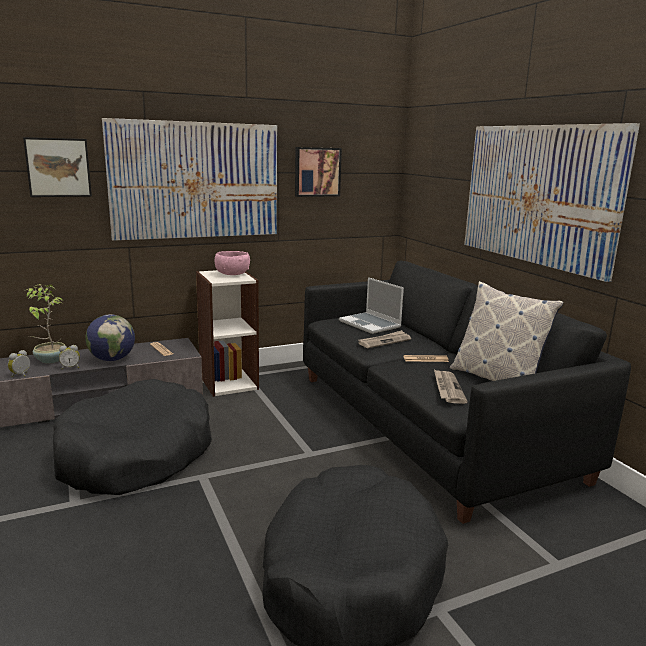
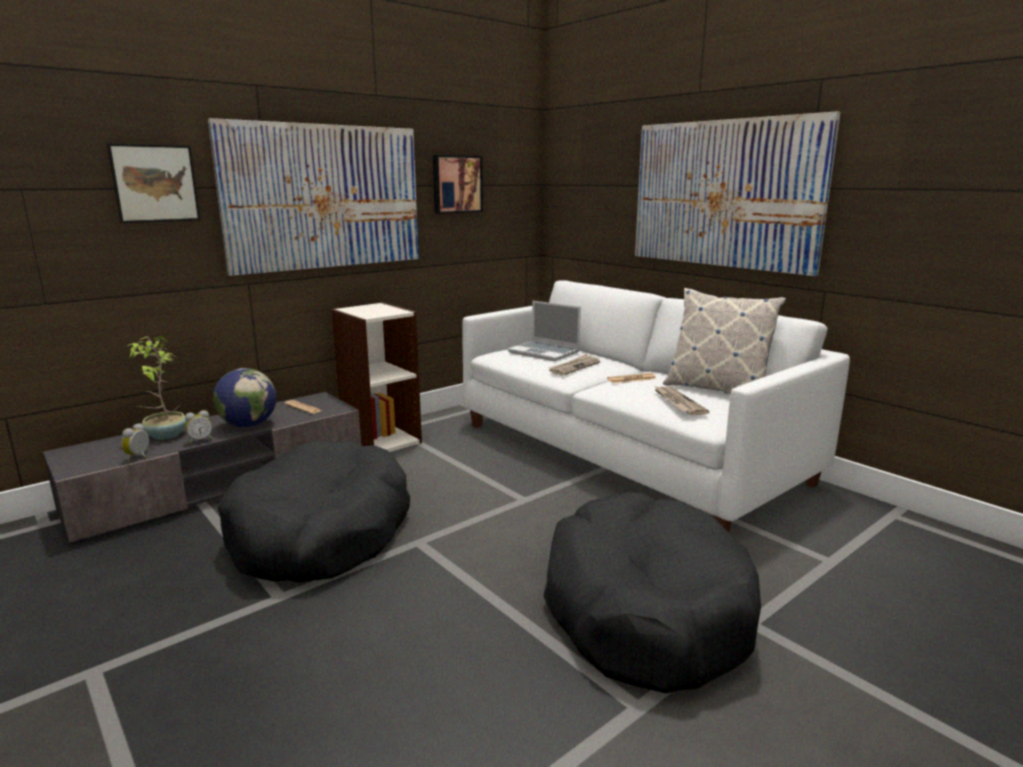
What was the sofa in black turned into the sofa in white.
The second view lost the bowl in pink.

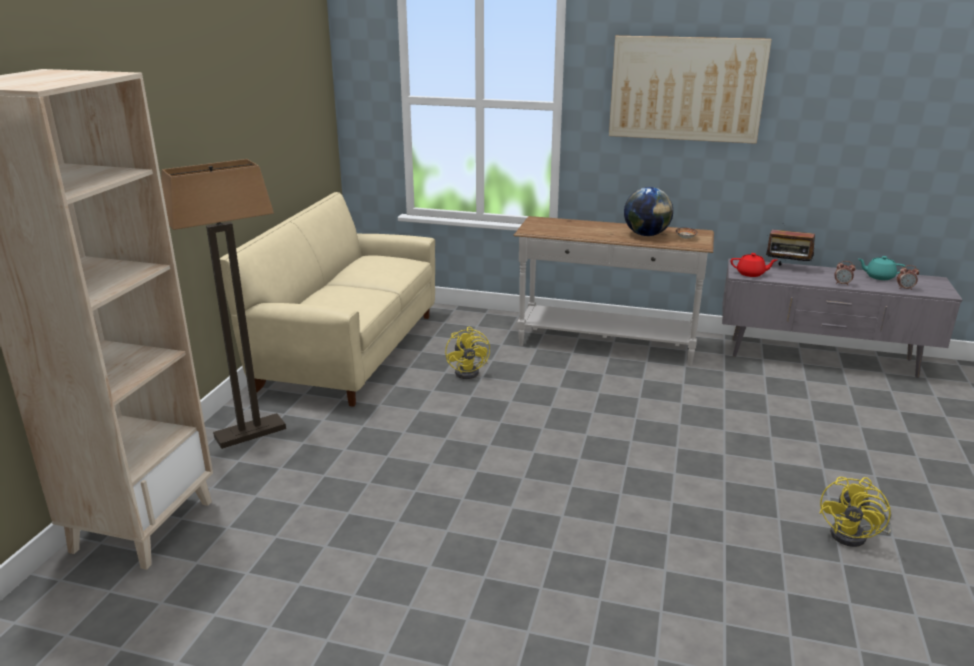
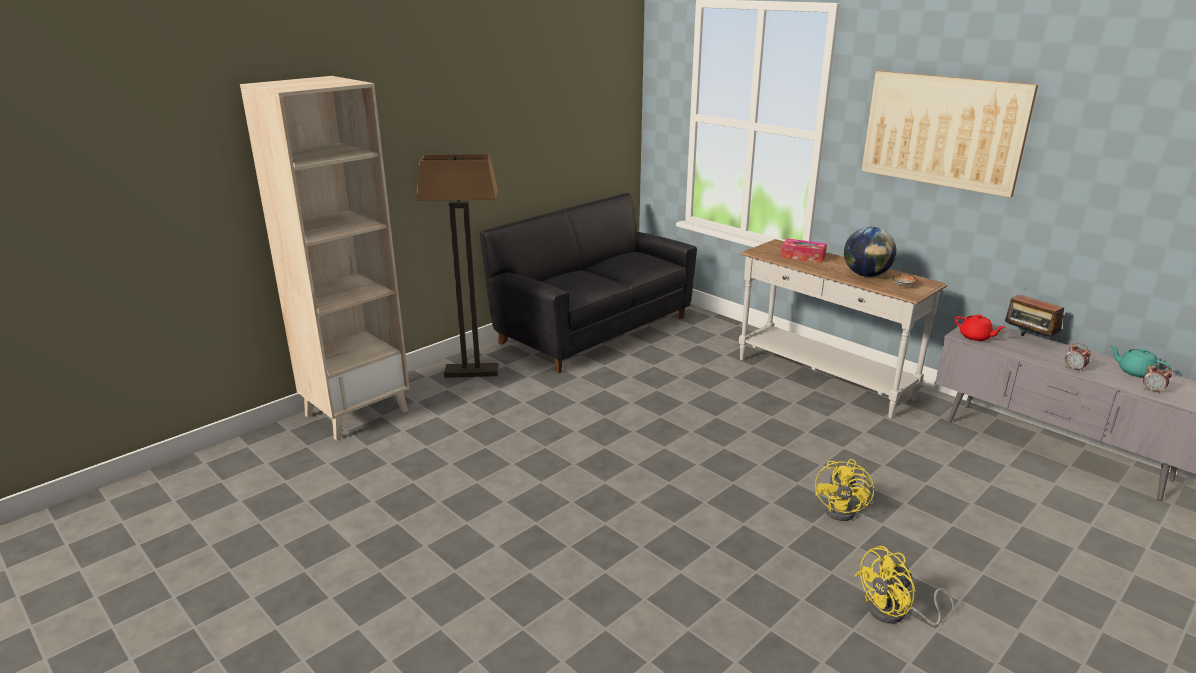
What was the sofa in beige turned into the sofa in black.
The second view gained the tissue box.
The fan in yellow (no. 1 from left) ended up elsewhere.

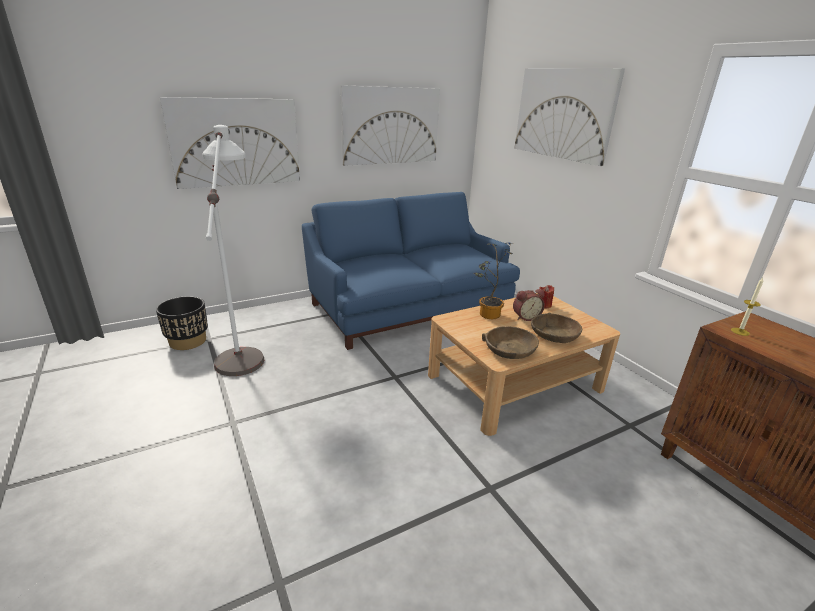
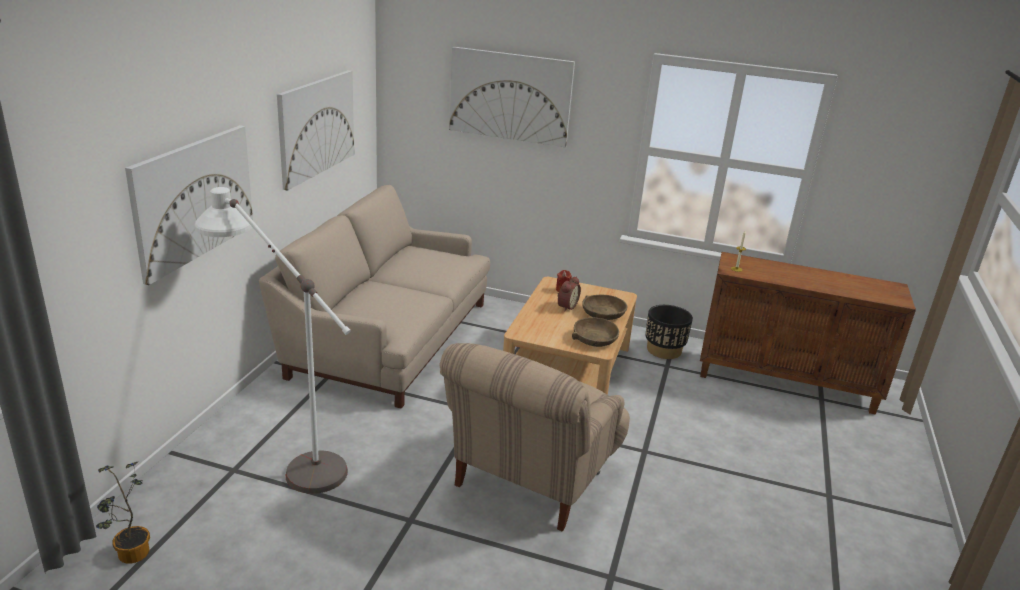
The potted plant ended up elsewhere.
What was the sofa in blue turned into the sofa in beige.
The second view gained the armchair in beige.
The planter in black ended up elsewhere.

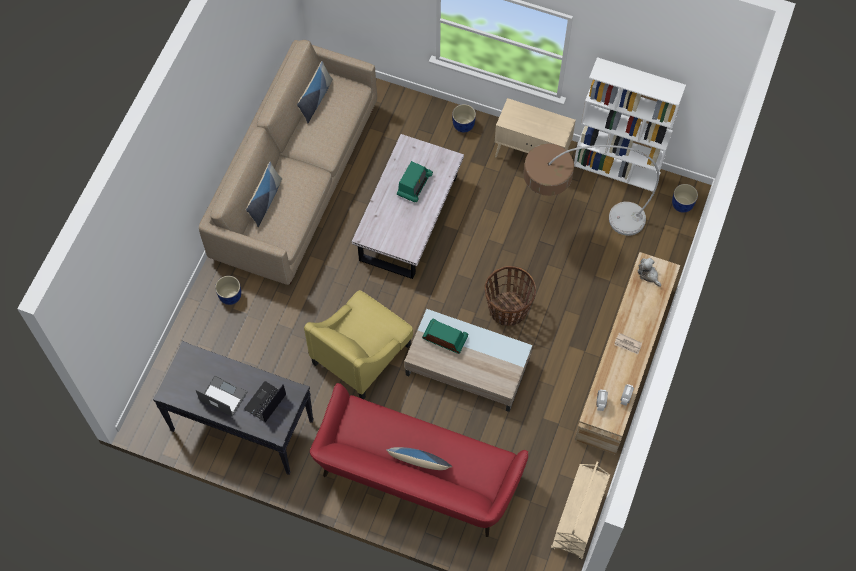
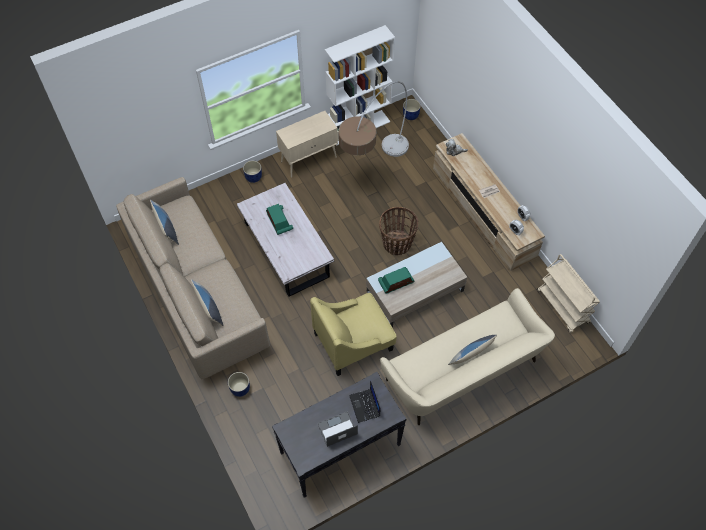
The armchair in yellow ended up facing another way, 75 degrees clockwise from before.
What was the sofa in red turned into the sofa in beige (no. 2 from left).

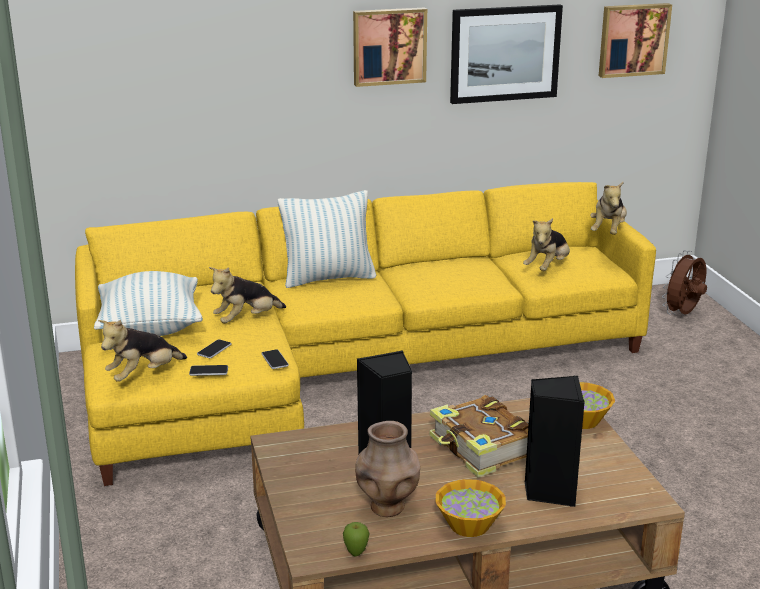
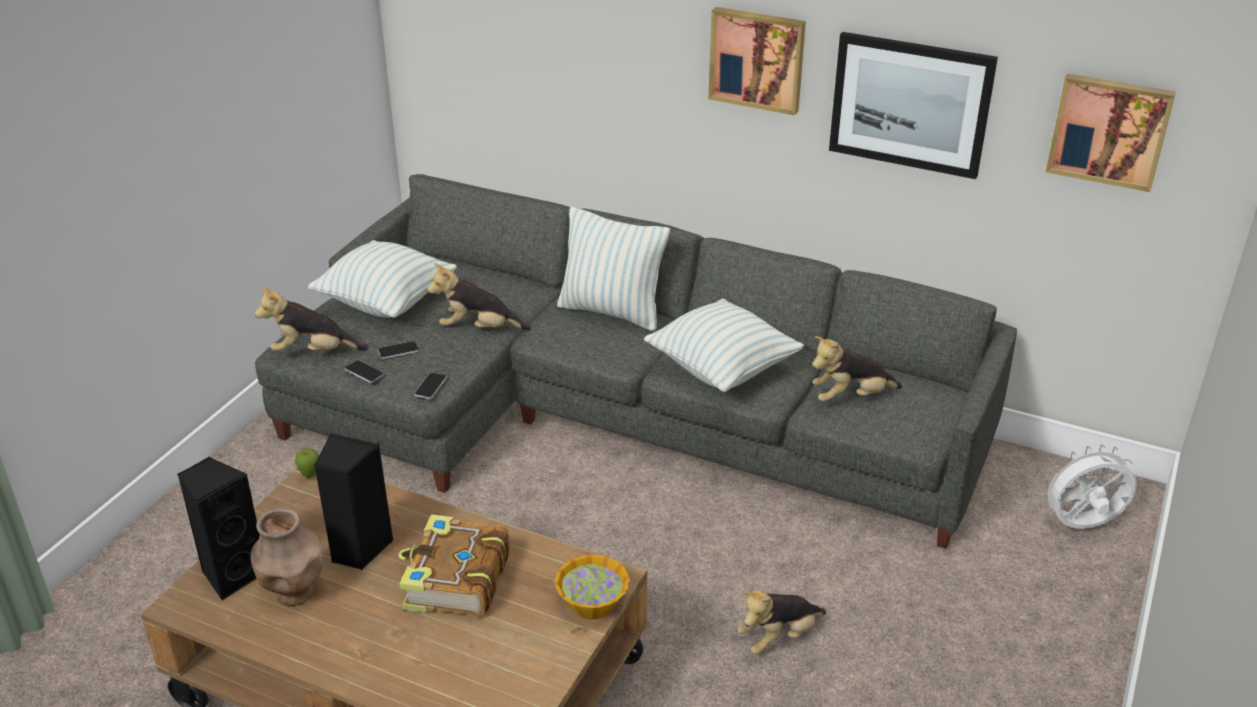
The speaker in black (no. 2 from left in the first image) ended up elsewhere.
What was the sofa in yellow turned into the sofa in grey.
The apple ended up elsewhere.
The second view gained the pillow (no. 3 from left).
The plush toy (no. 4 from left in the first image) ended up elsewhere.
What was the fan in brown turned into the fan in white.
The second view lost the bowl (no. 1 from left).

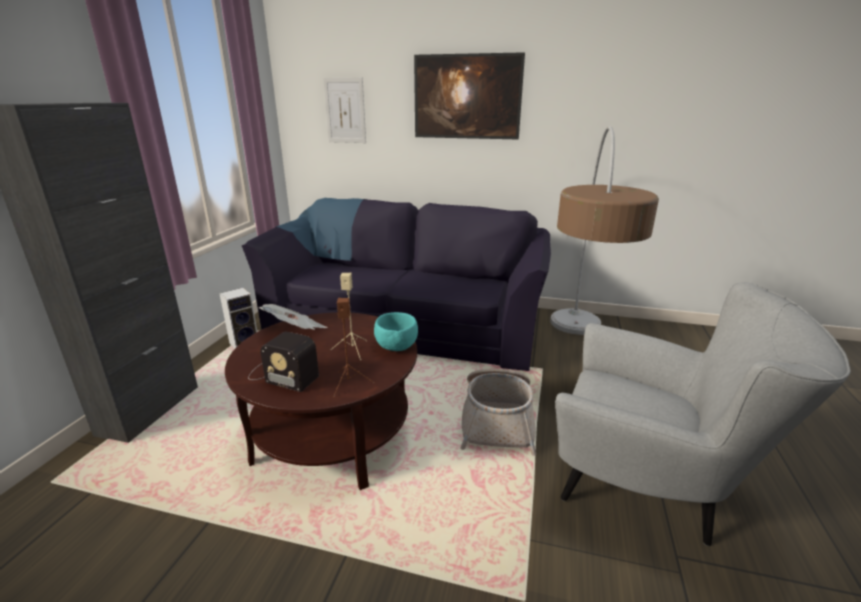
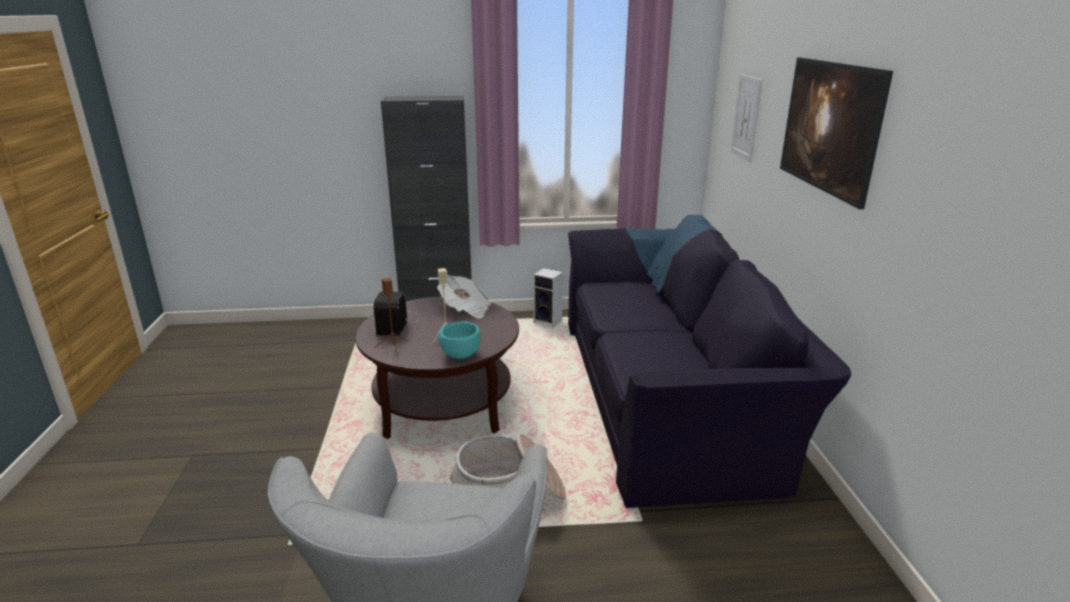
The second view lost the floor lamp.

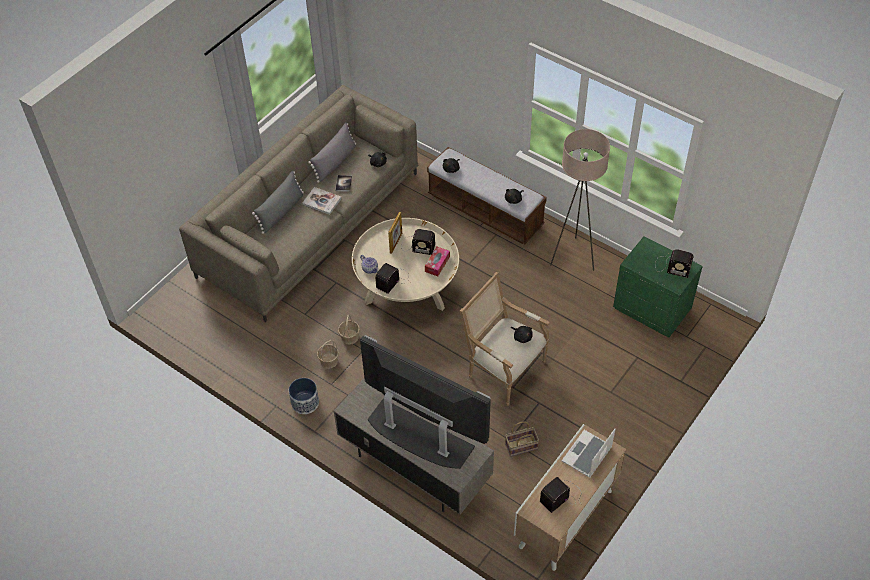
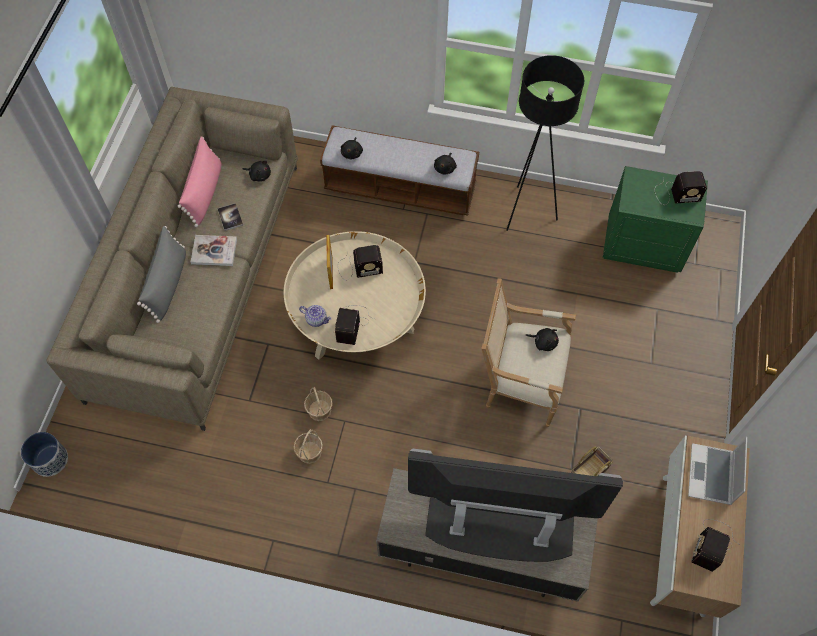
The planter ended up elsewhere.
What was the pillow in grey (no. 2 from left) turned into the pillow in pink.
What was the floor lamp in beige turned into the floor lamp in black.
The second view lost the tissue box.

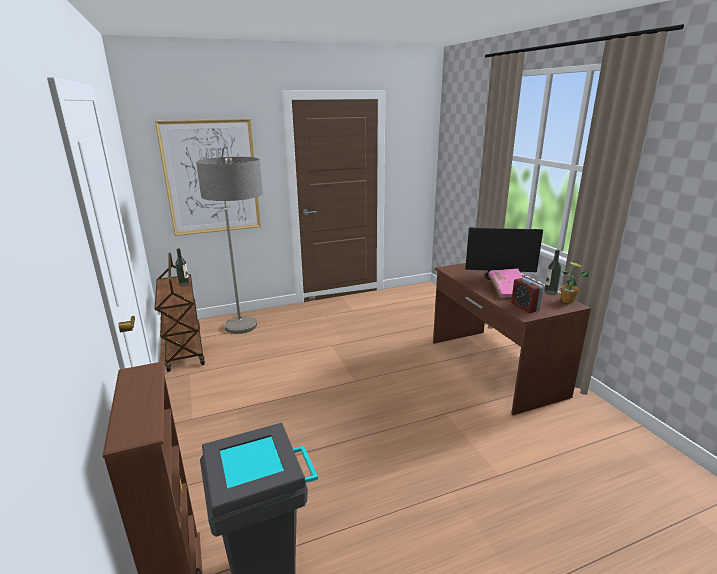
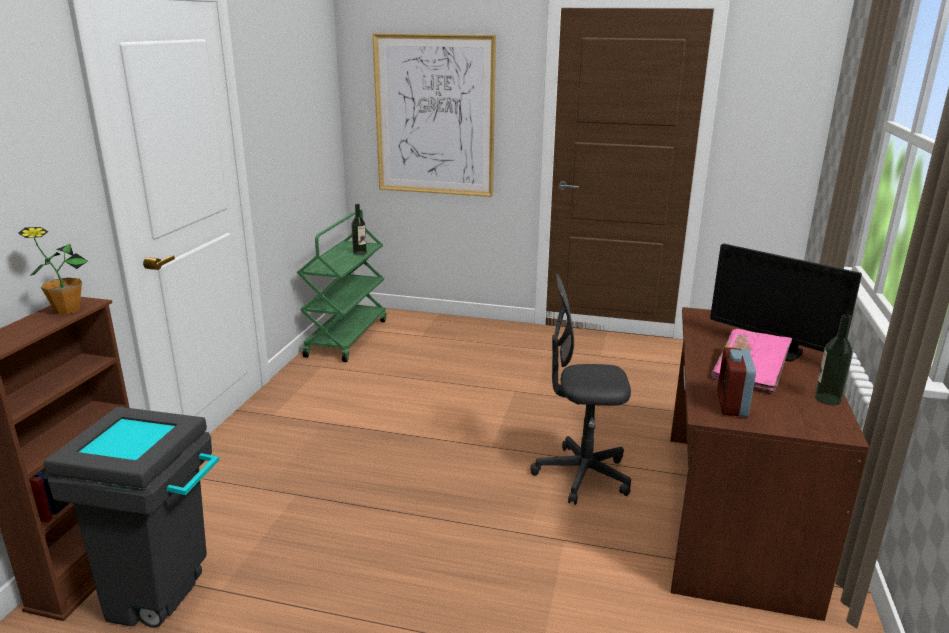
The potted plant ended up elsewhere.
What was the cart in brown turned into the cart in green.
The second view gained the office chair in grey.
The second view lost the floor lamp.

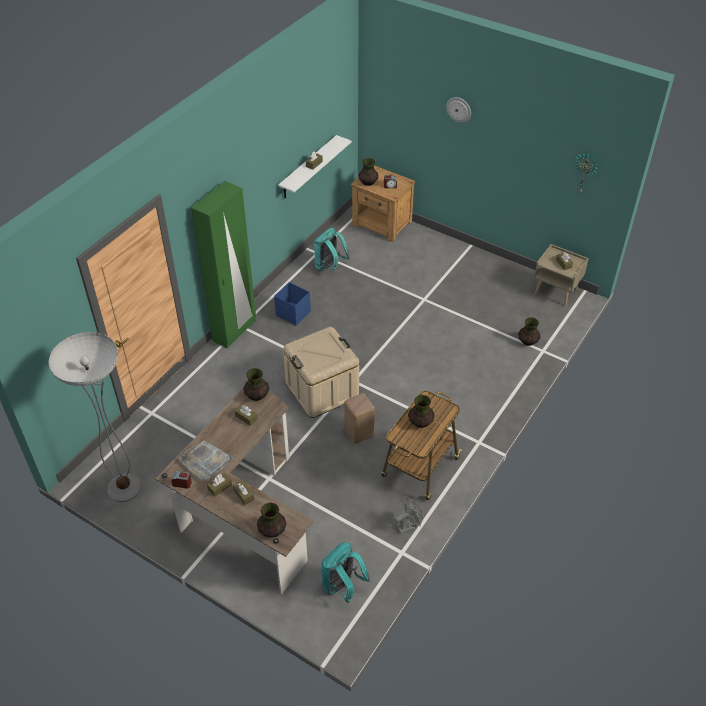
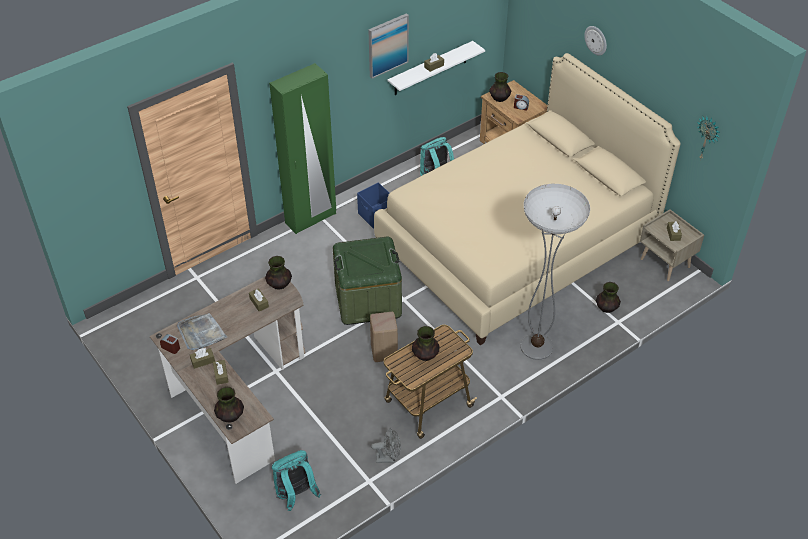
What was the storage box in beige turned into the storage box in green.
The second view gained the picture.
The second view gained the bed in beige.
The floor lamp ended up elsewhere.

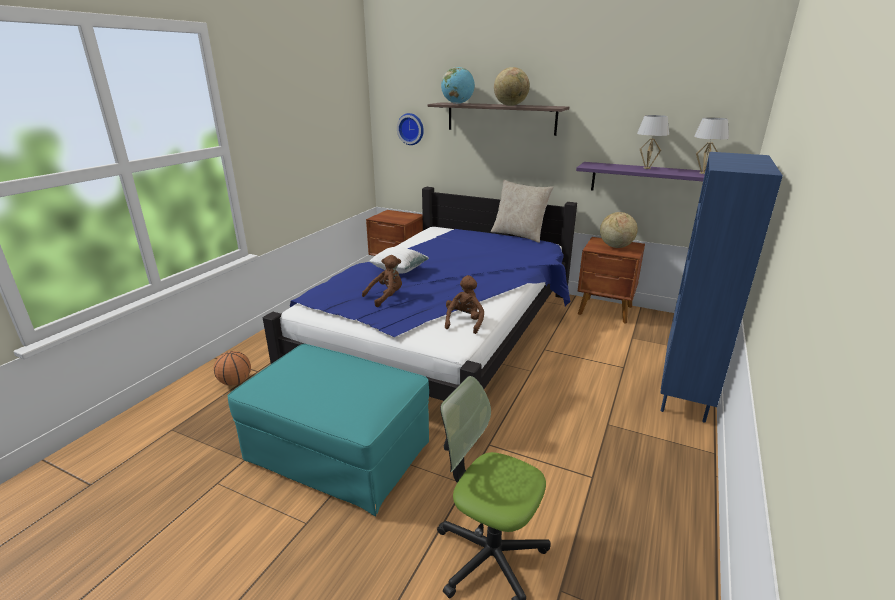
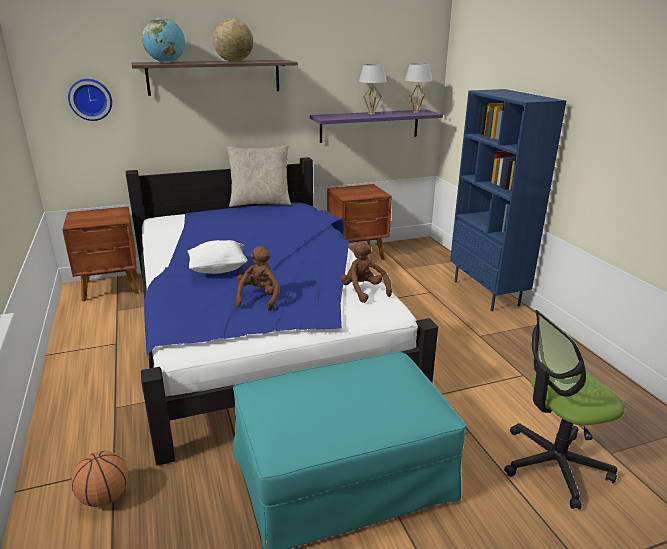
The second view lost the globe (no. 3 from left).

